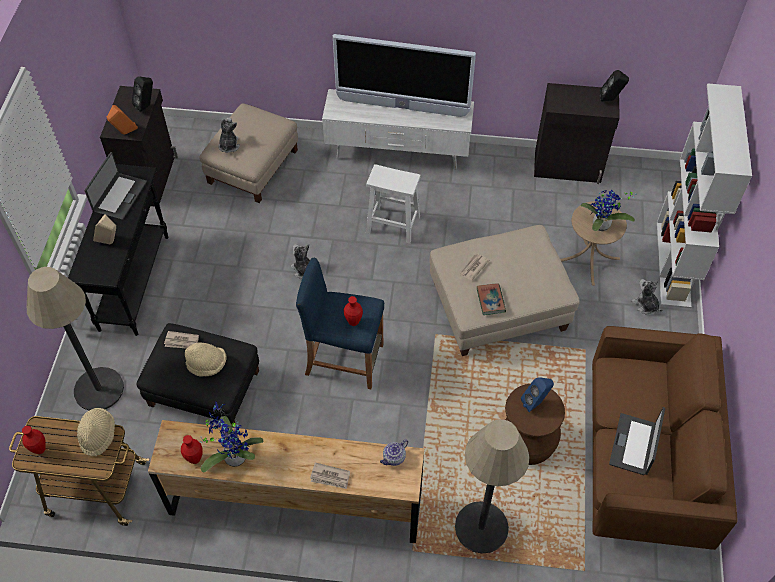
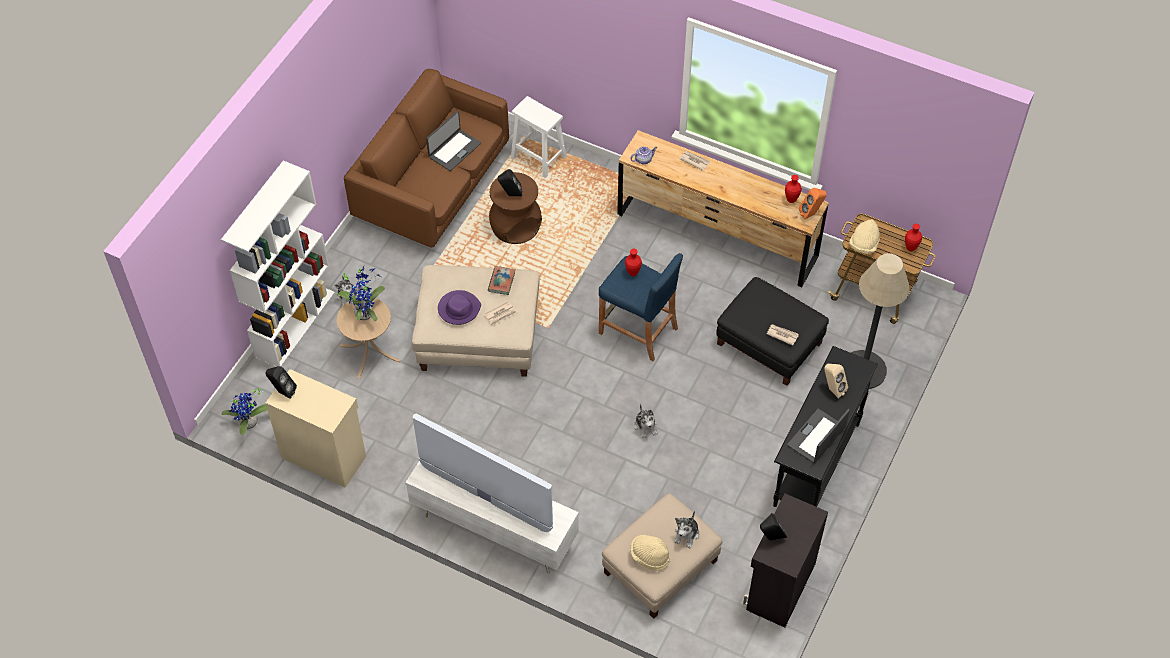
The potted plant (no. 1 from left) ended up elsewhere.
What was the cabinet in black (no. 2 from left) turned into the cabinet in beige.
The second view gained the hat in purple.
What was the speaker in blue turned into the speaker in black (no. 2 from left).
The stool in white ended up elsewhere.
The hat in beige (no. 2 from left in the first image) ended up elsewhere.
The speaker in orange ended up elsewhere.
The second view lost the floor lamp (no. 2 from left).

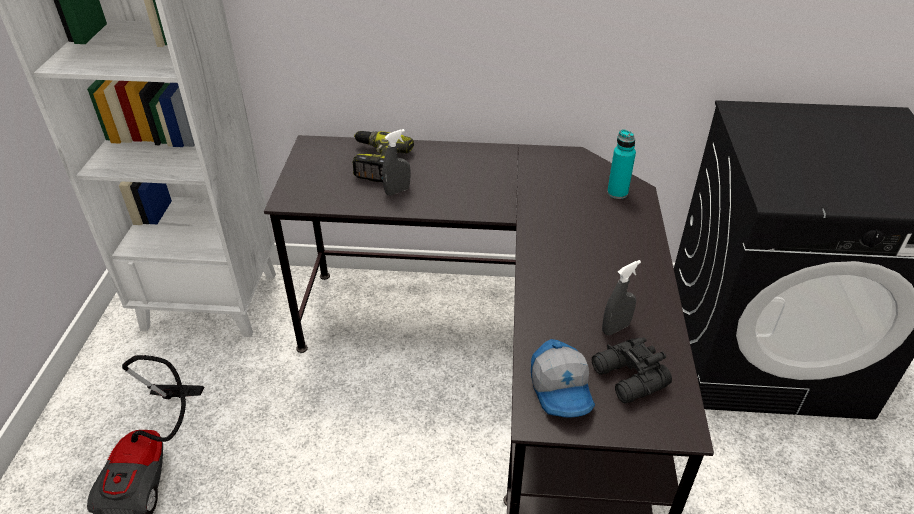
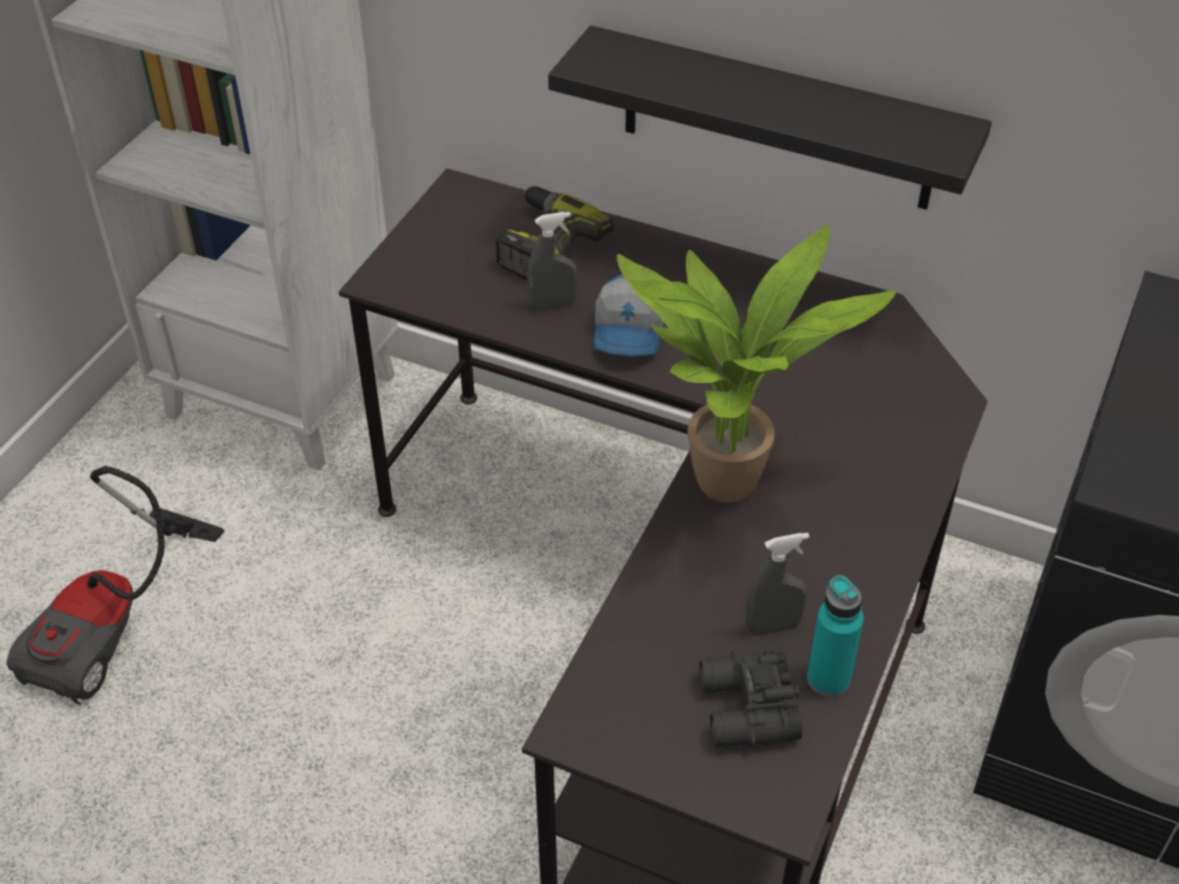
The second view gained the shelf in black.
The cap ended up elsewhere.
The second view gained the potted plant.
The bottle in turquoise ended up elsewhere.

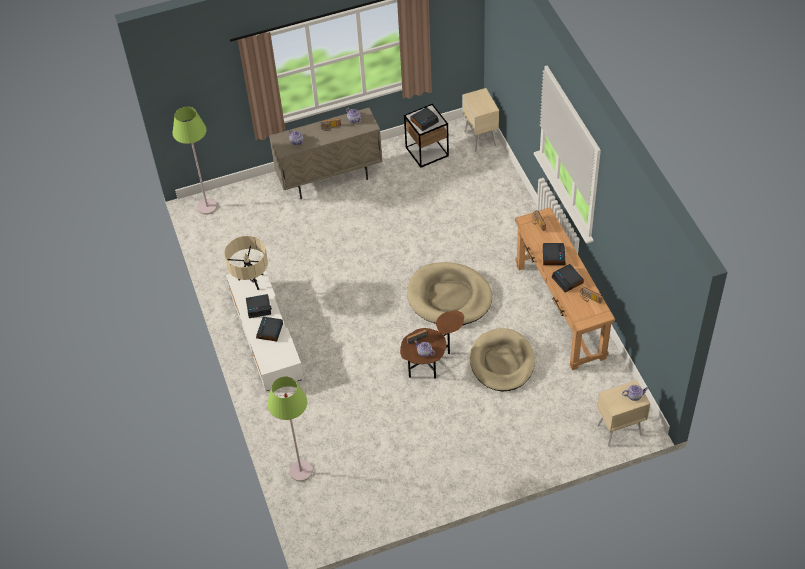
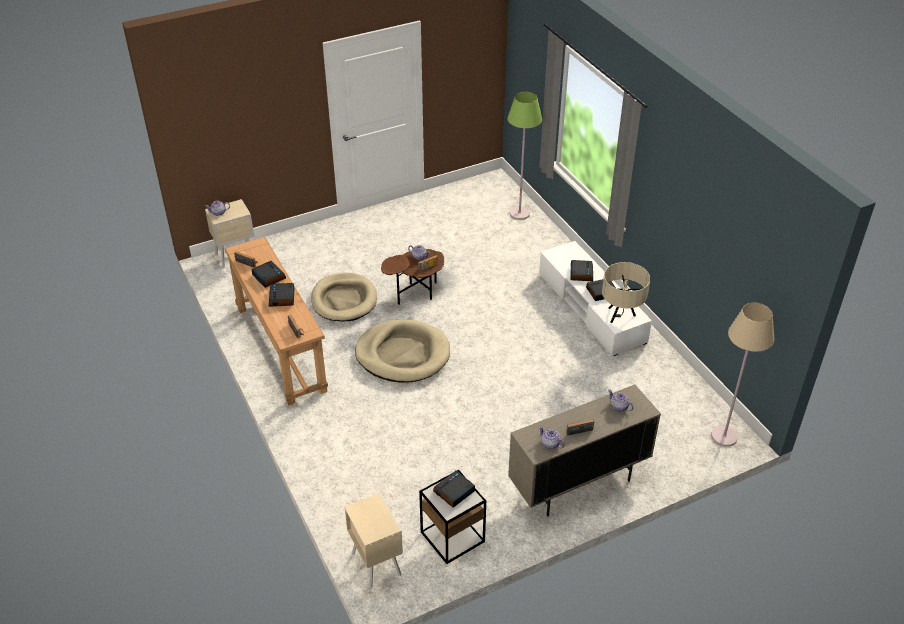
What was the floor lamp in green (no. 1 from left) turned into the floor lamp in beige.

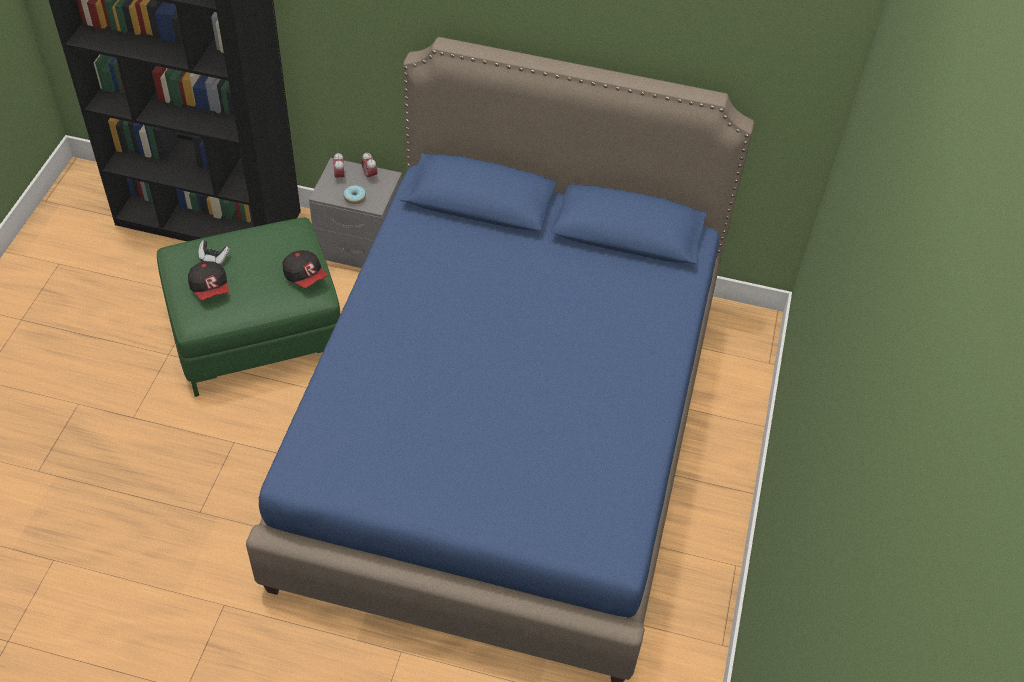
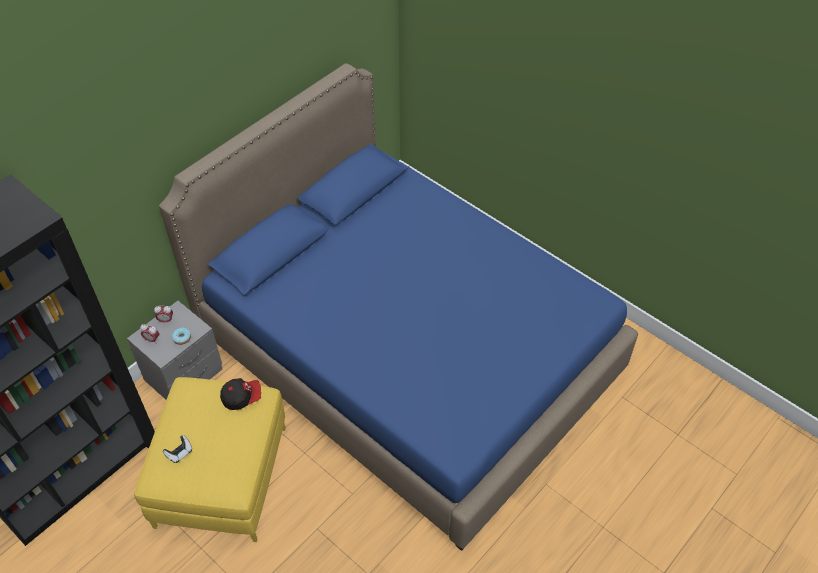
What was the ottoman in green turned into the ottoman in yellow.
The second view lost the cap (no. 1 from left).

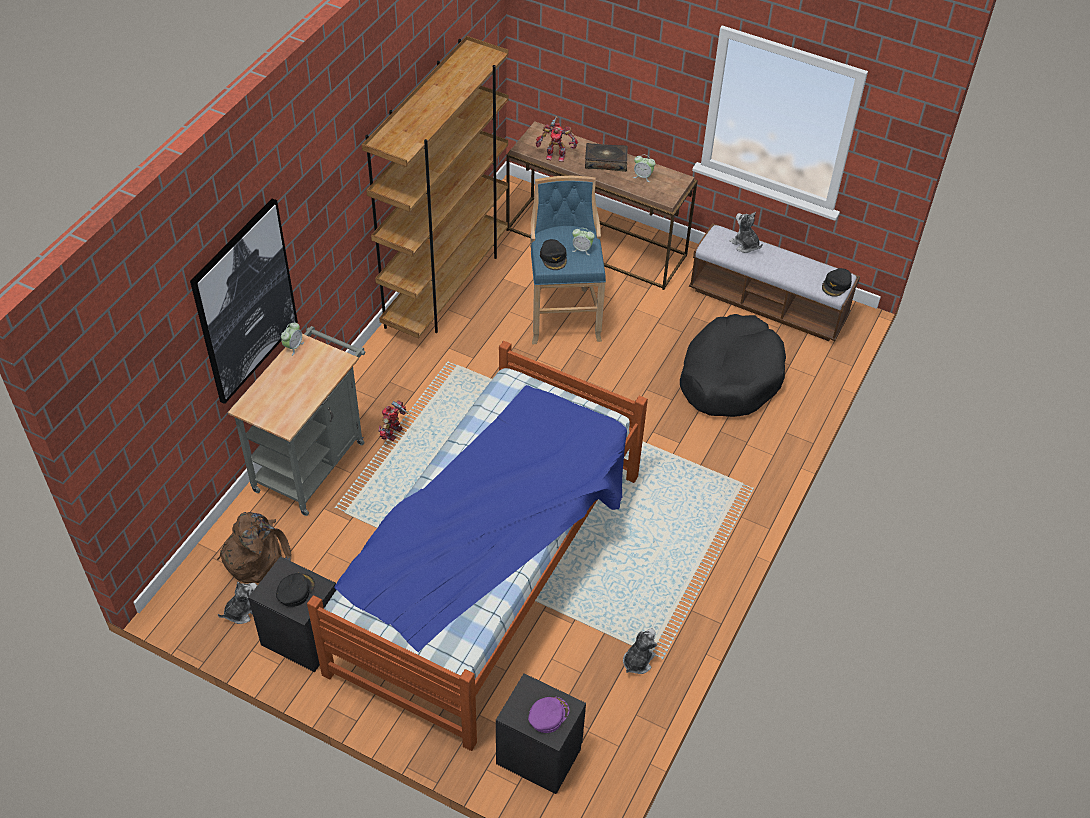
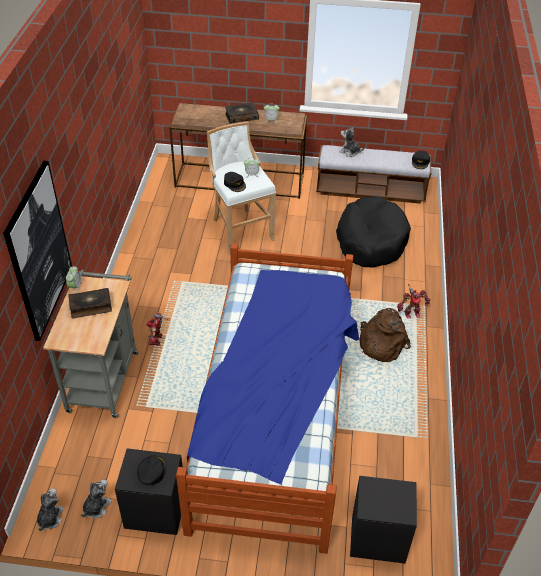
The plush toy (no. 2 from left in the first image) ended up elsewhere.
The second view gained the book (no. 1 from left).
What was the stool in blue turned into the stool in white.
The backpack in brown ended up elsewhere.
The toy robot (no. 2 from left) ended up elsewhere.
The second view lost the bookcase in brown.
The second view lost the cap in purple.

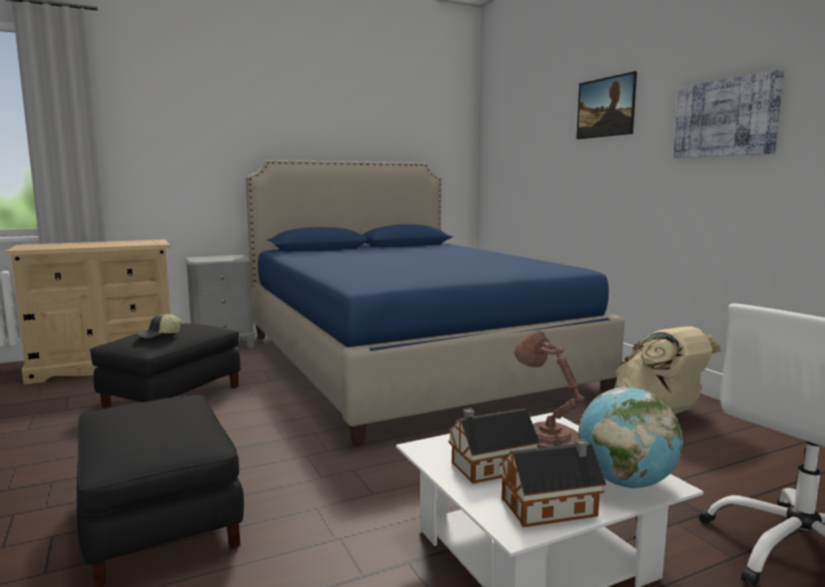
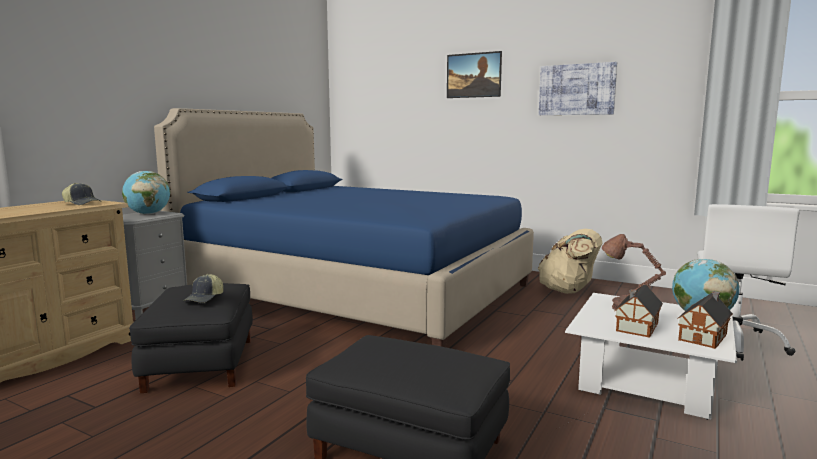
The second view gained the cap (no. 1 from left).
The second view gained the globe (no. 1 from left).

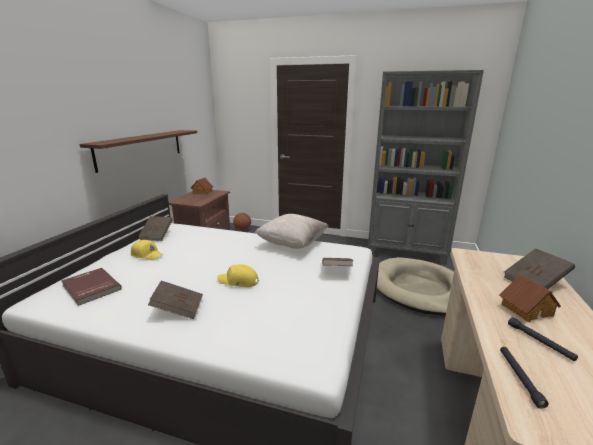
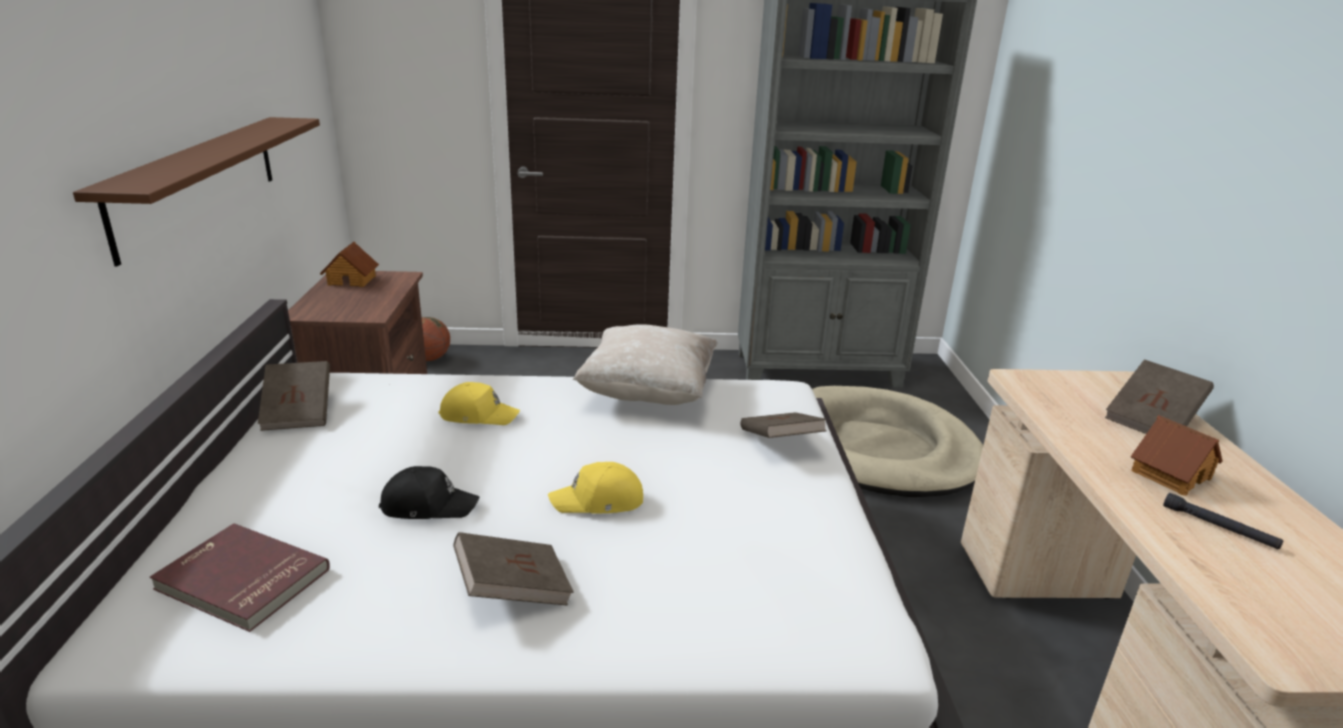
The second view gained the cap in black.
The cap in yellow (no. 1 from left) ended up elsewhere.
The second view lost the flashlight in black (no. 1 from left).

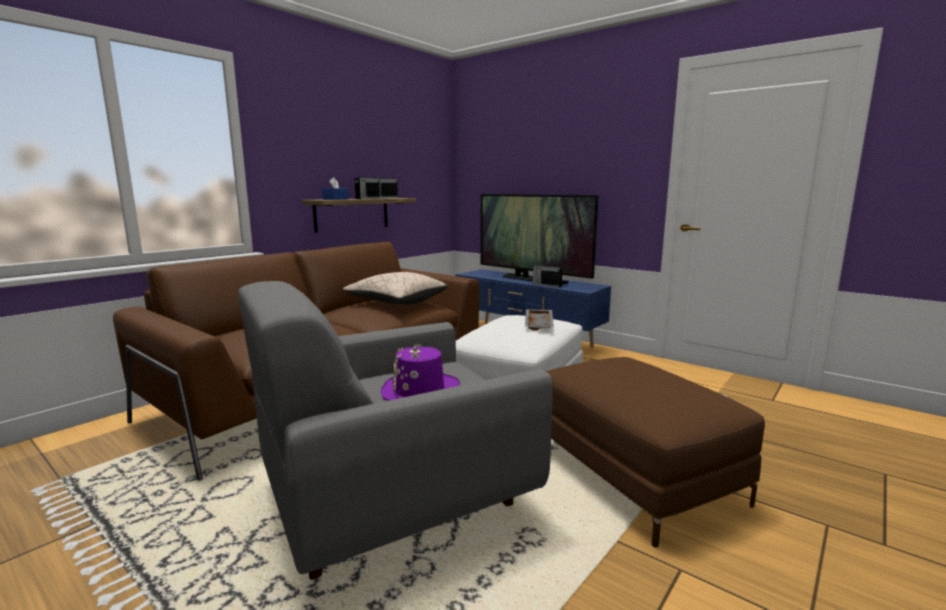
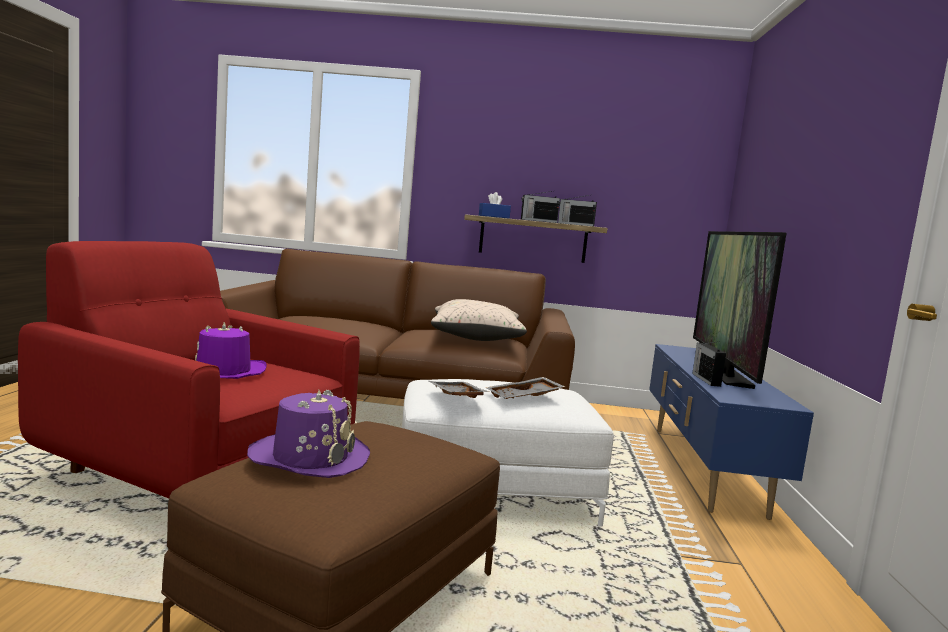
What was the armchair in grey turned into the armchair in red.
The second view gained the hat in purple (no. 2 from left).
The second view gained the tray in grey (no. 1 from left).

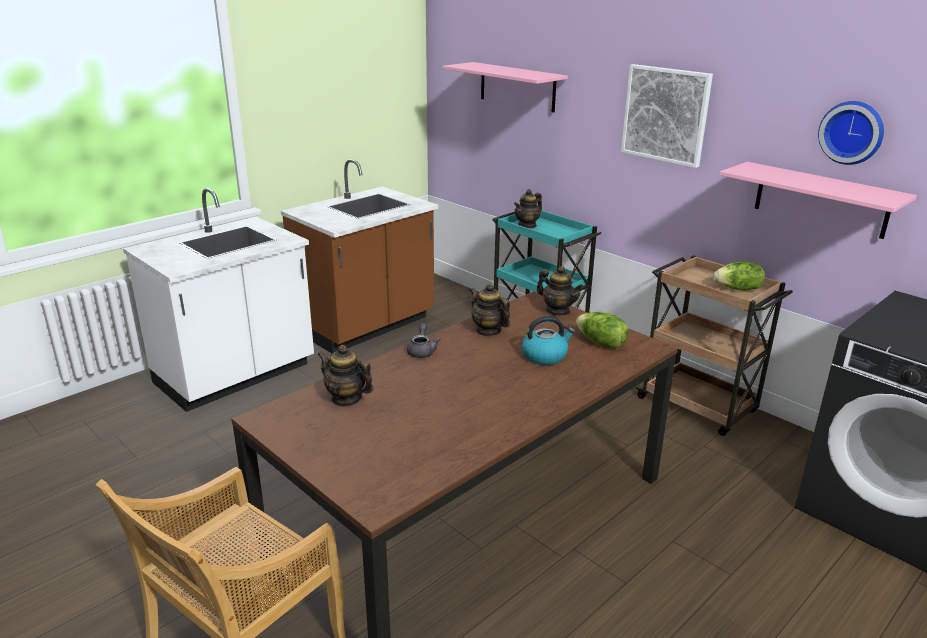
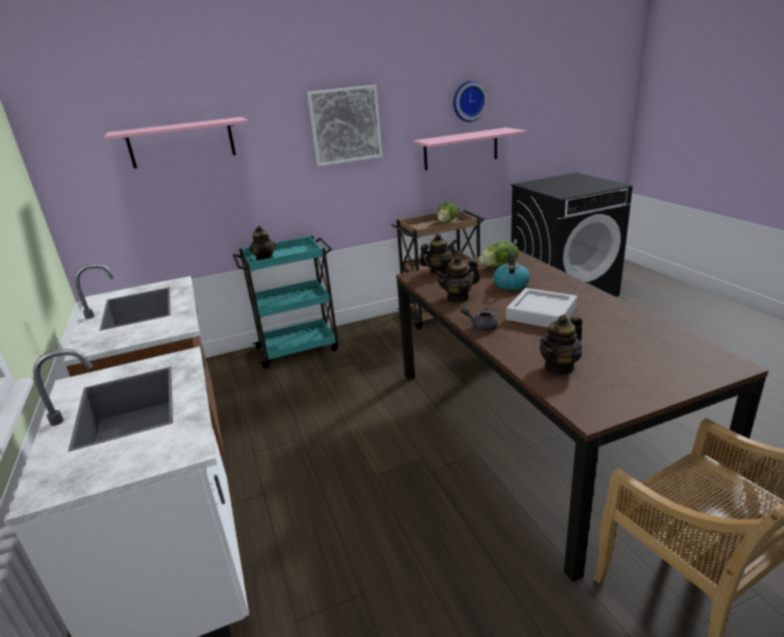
The second view gained the tray in grey.

